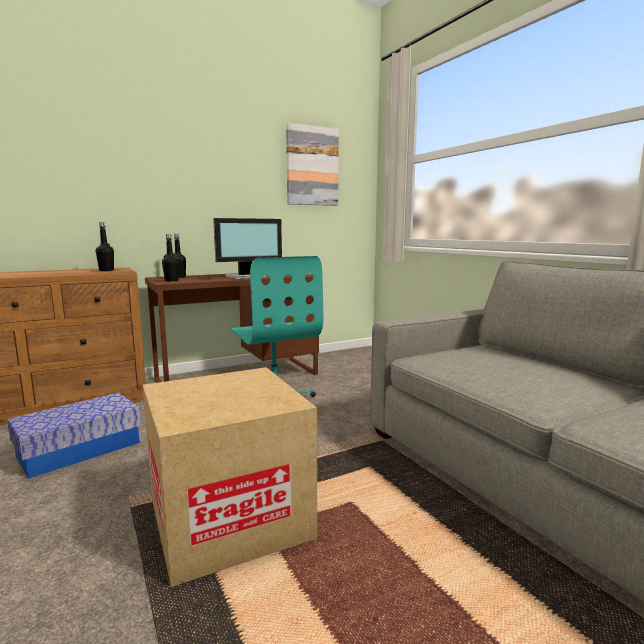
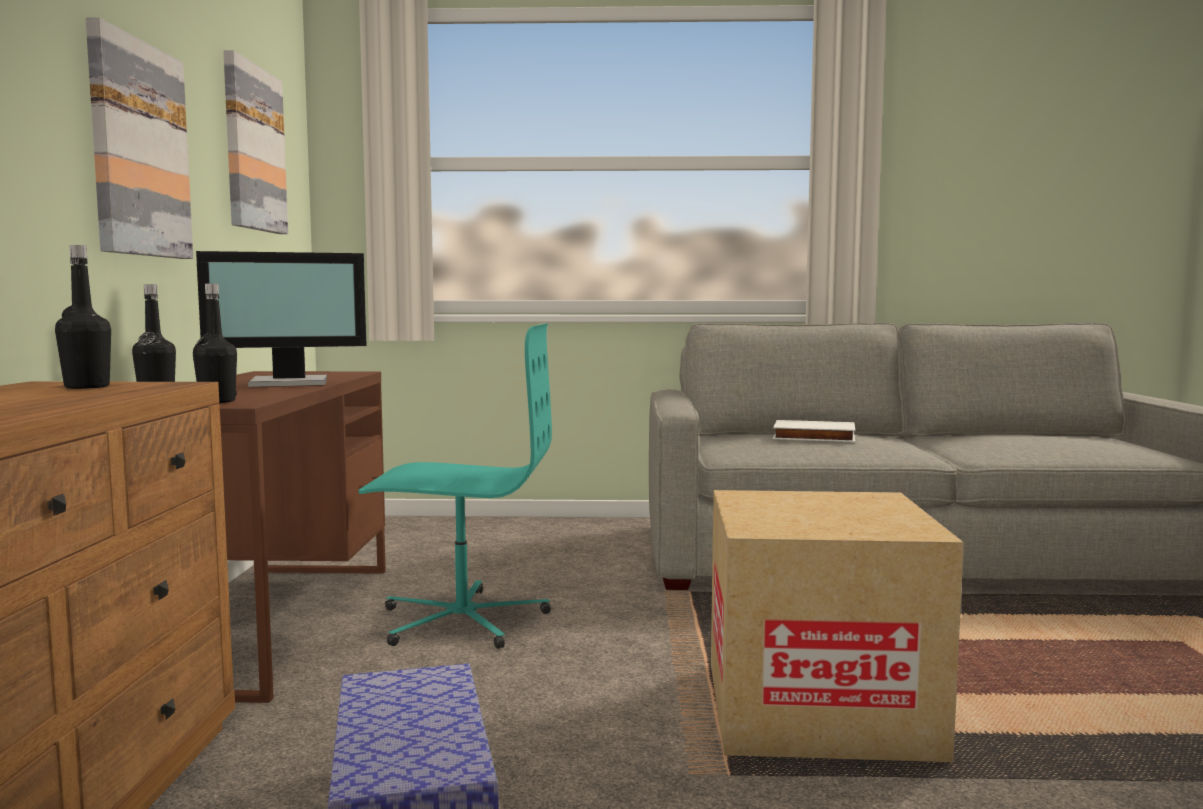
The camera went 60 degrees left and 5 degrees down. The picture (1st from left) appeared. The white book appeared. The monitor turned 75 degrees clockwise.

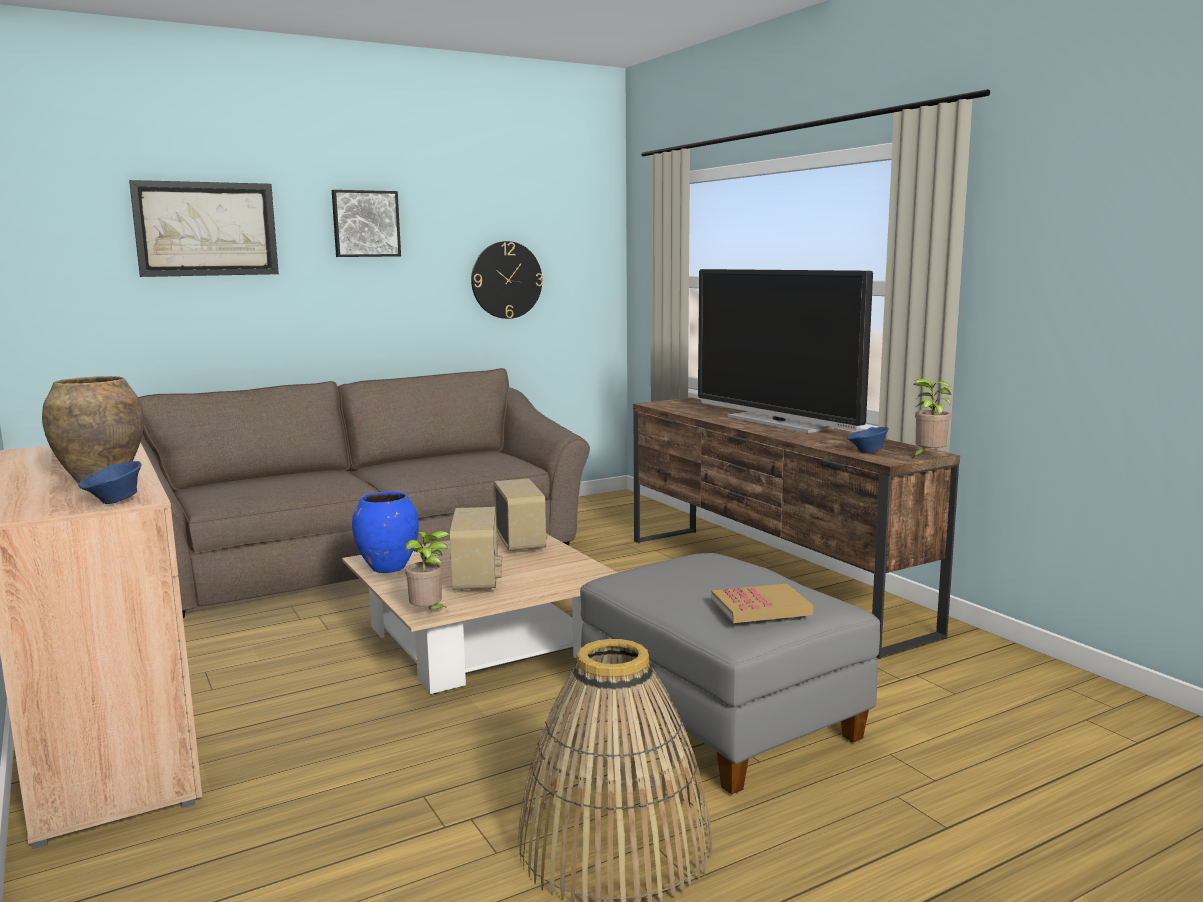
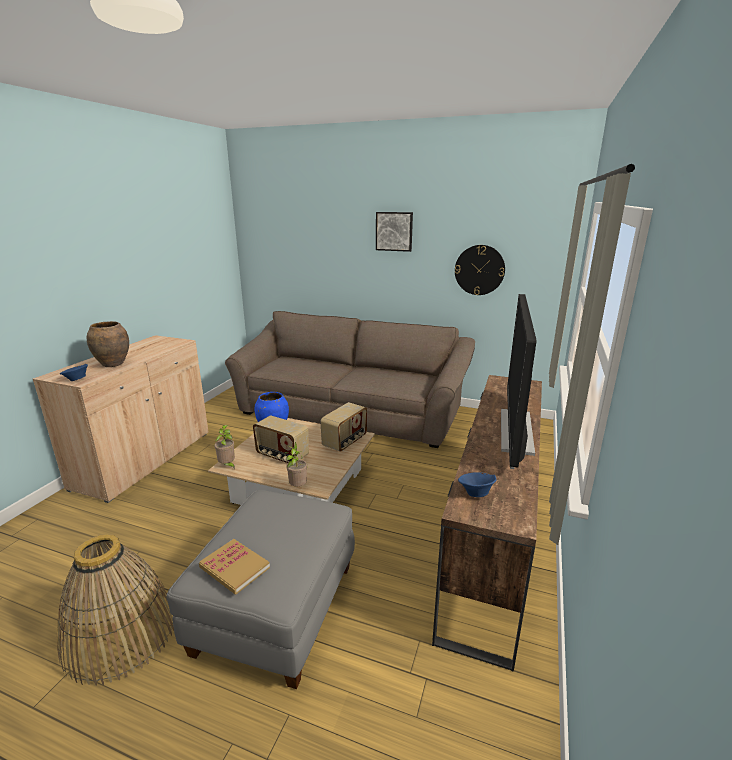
The camera went 50 degrees right and 10 degrees up. The picture (1st from left) disappeared. The potted plant (2nd from left) moved. The radio (1st from left) turned 75 degrees clockwise.

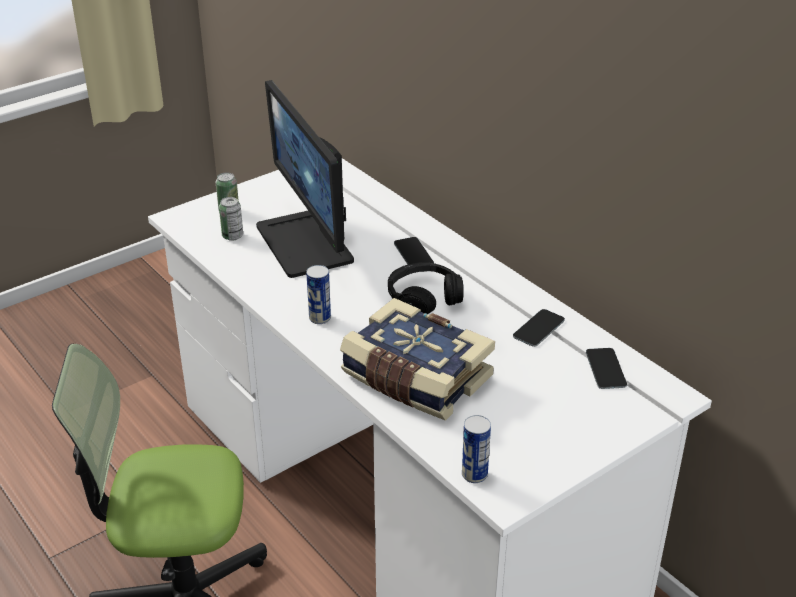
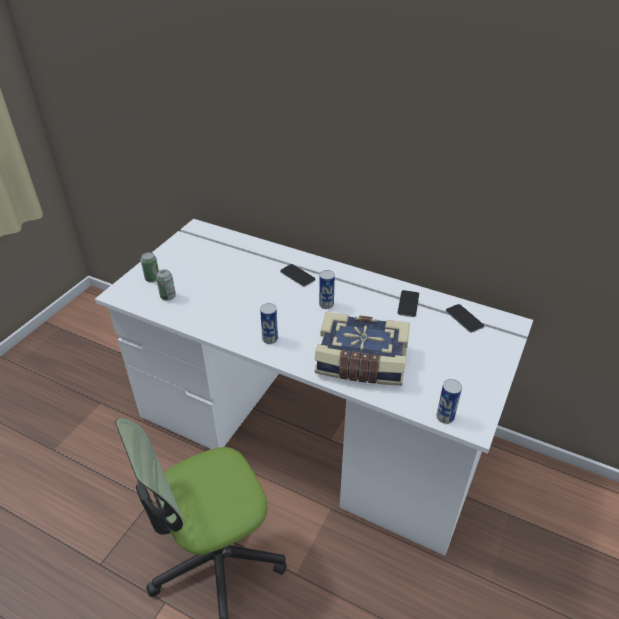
The camera went 25 degrees left and 5 degrees up. The monitor disappeared. The black headphones was replaced by the can (4th from left).

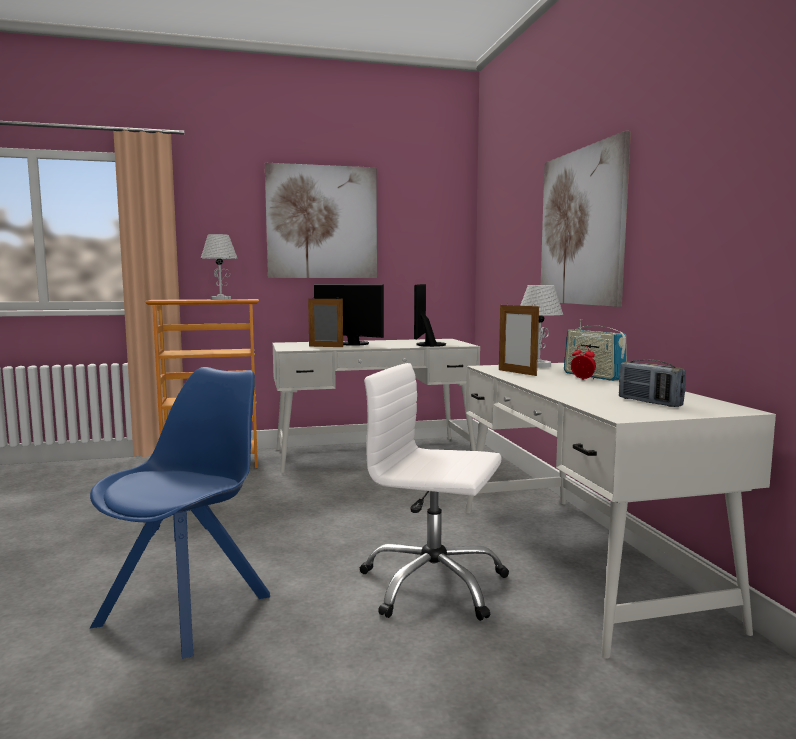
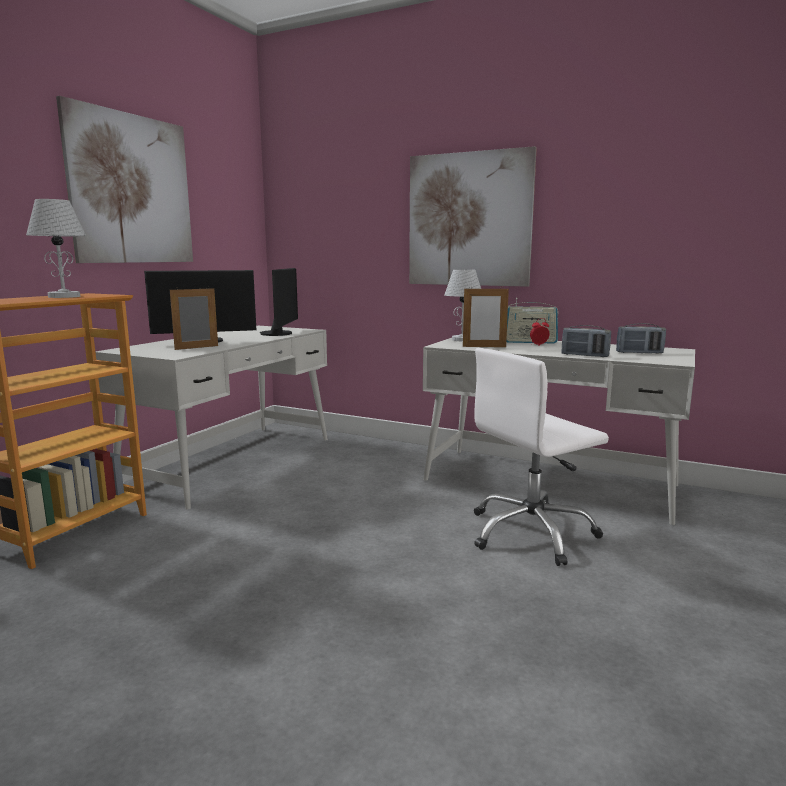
The camera went 50 degrees left and 5 degrees up. The blue chair disappeared. The radio (2nd from left) appeared. The monitor (2nd from left) turned 135 degrees counterclockwise.

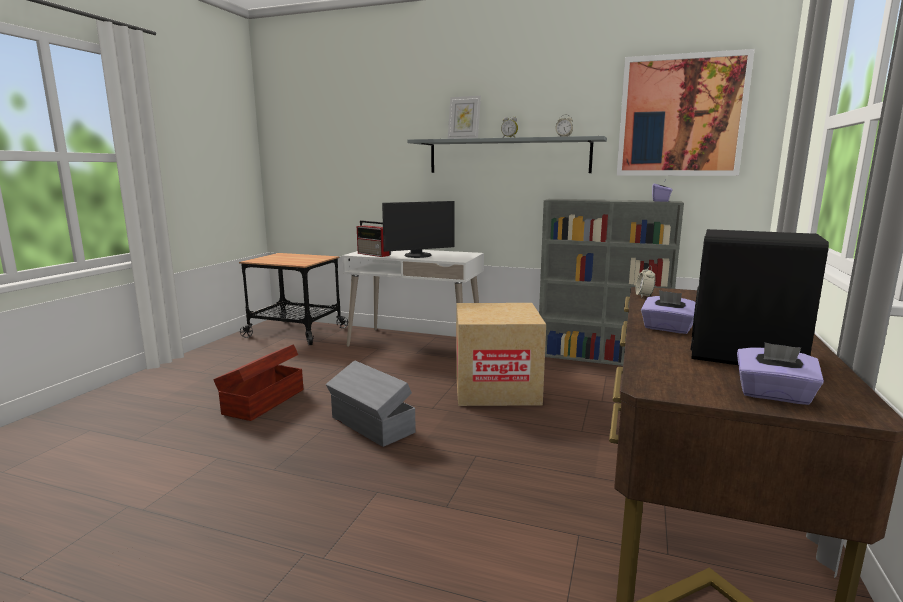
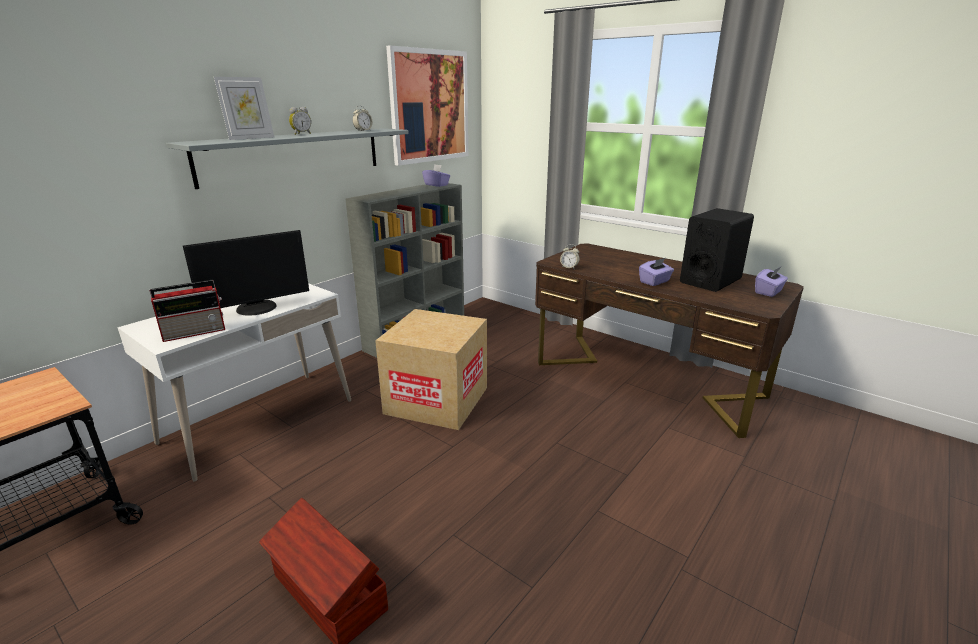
The camera went 70 degrees left and 10 degrees up. The grey storage box disappeared. The monitor turned 60 degrees clockwise.

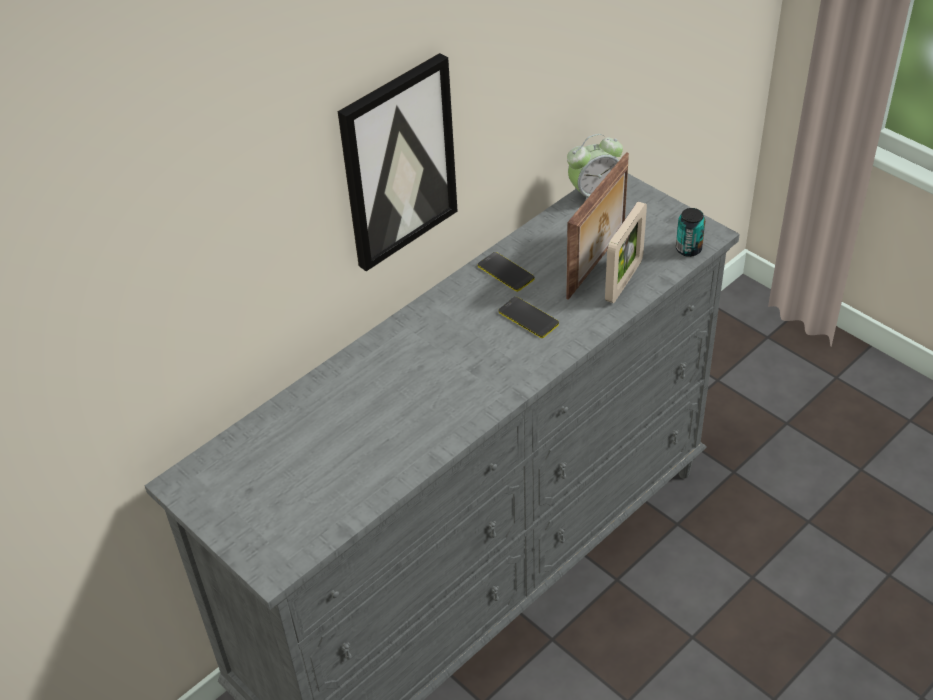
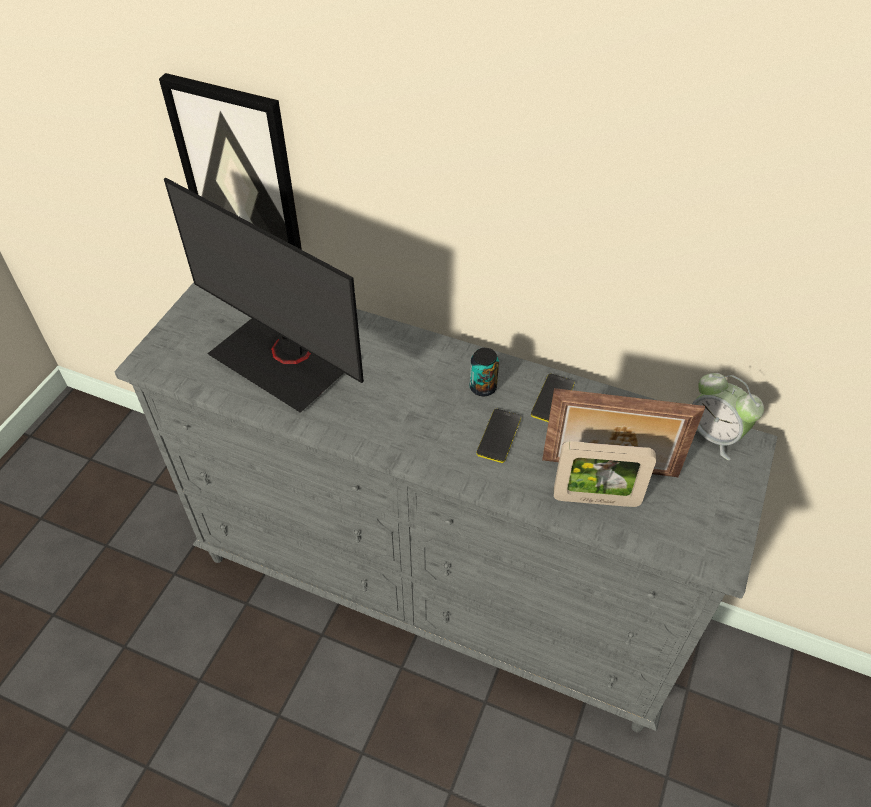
The camera went 65 degrees right and 5 degrees up. The monitor appeared. The picture moved. The can moved.

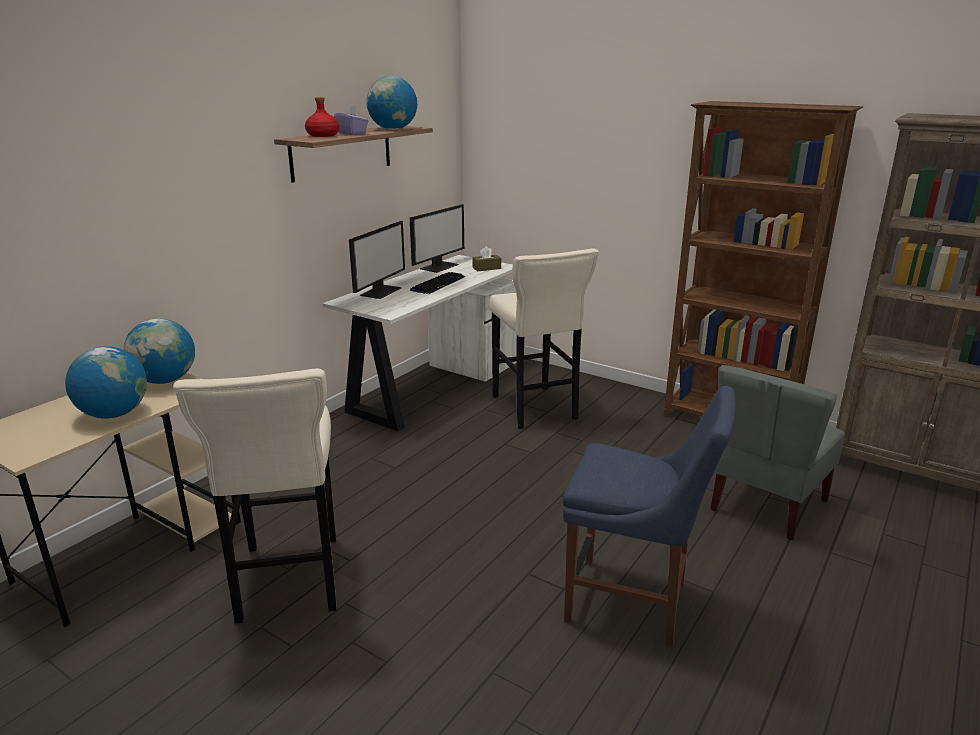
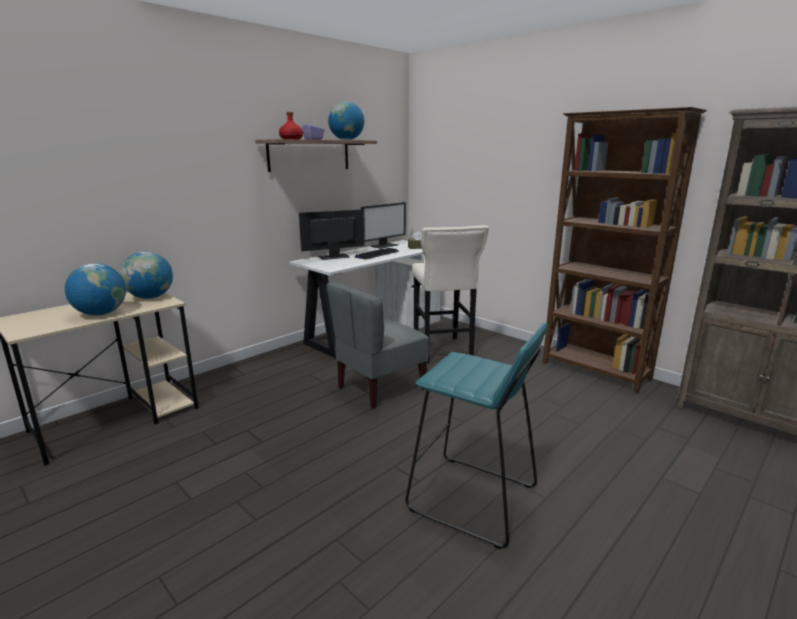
The camera went 10 degrees right and 5 degrees down. The beige stool (1st from left) disappeared. The grey chair moved. The blue chair was replaced by the turquoise stool. The monitor (1st from left) turned 150 degrees counterclockwise.

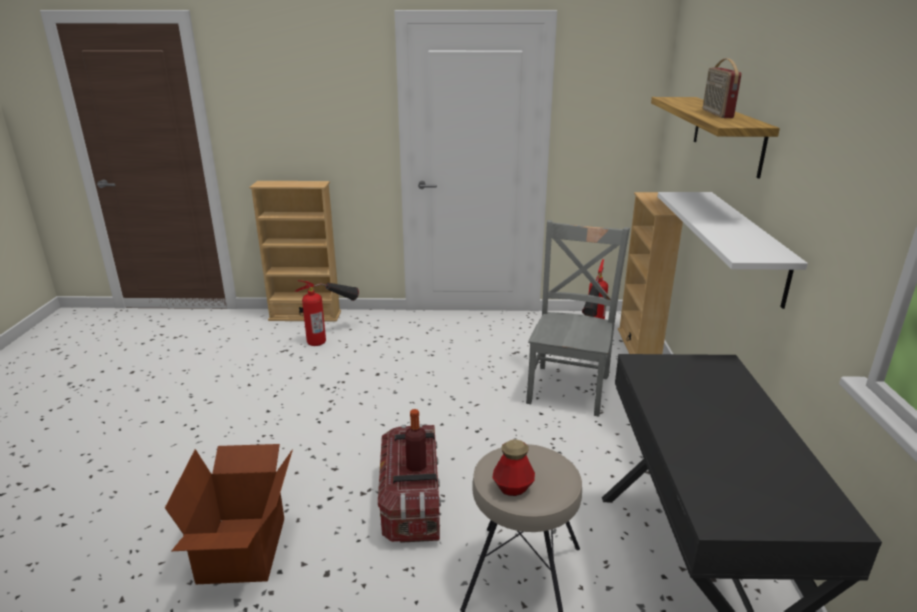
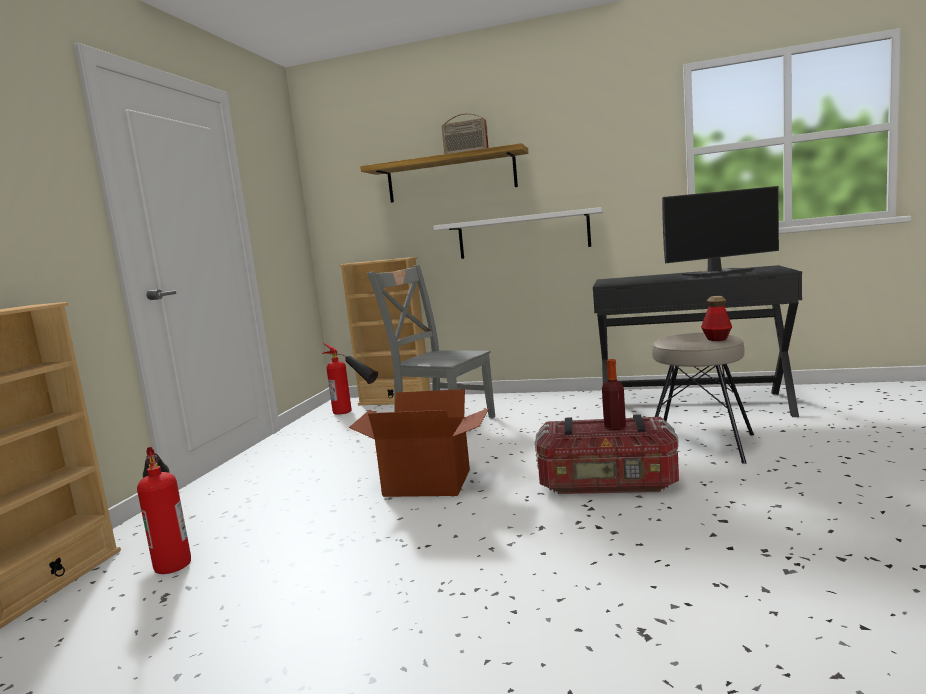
The camera went 75 degrees left and 15 degrees down. The monitor appeared. The cardboard box moved.

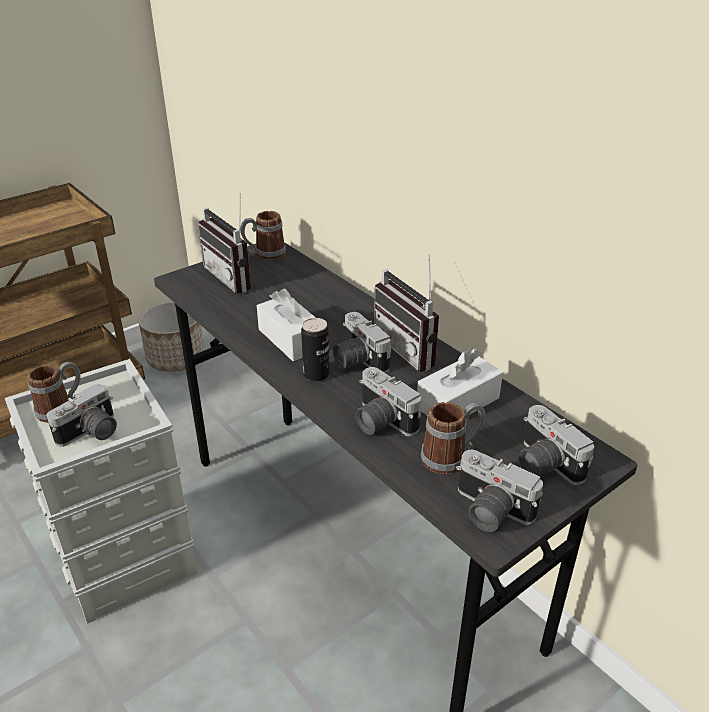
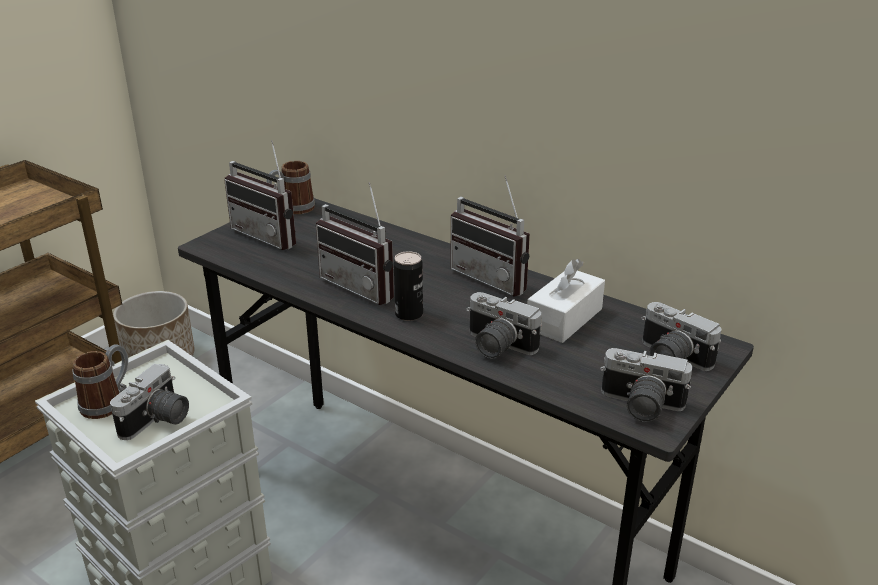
The camera went 15 degrees left and 5 degrees down. The photo camera (2nd from left) disappeared. The mug (3rd from left) disappeared. The white tissue box (1st from left) was replaced by the radio (2nd from left).

